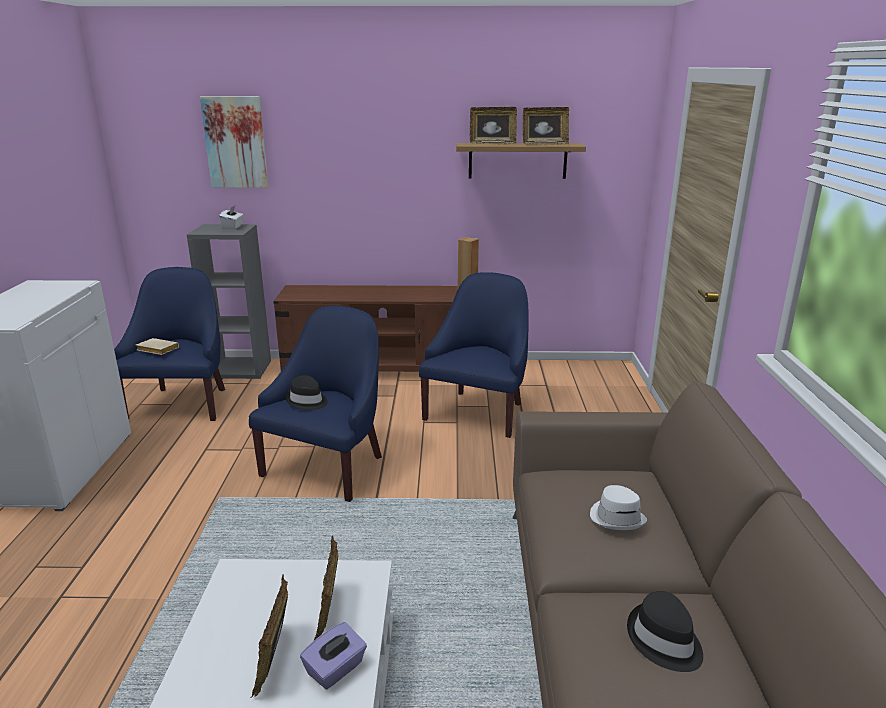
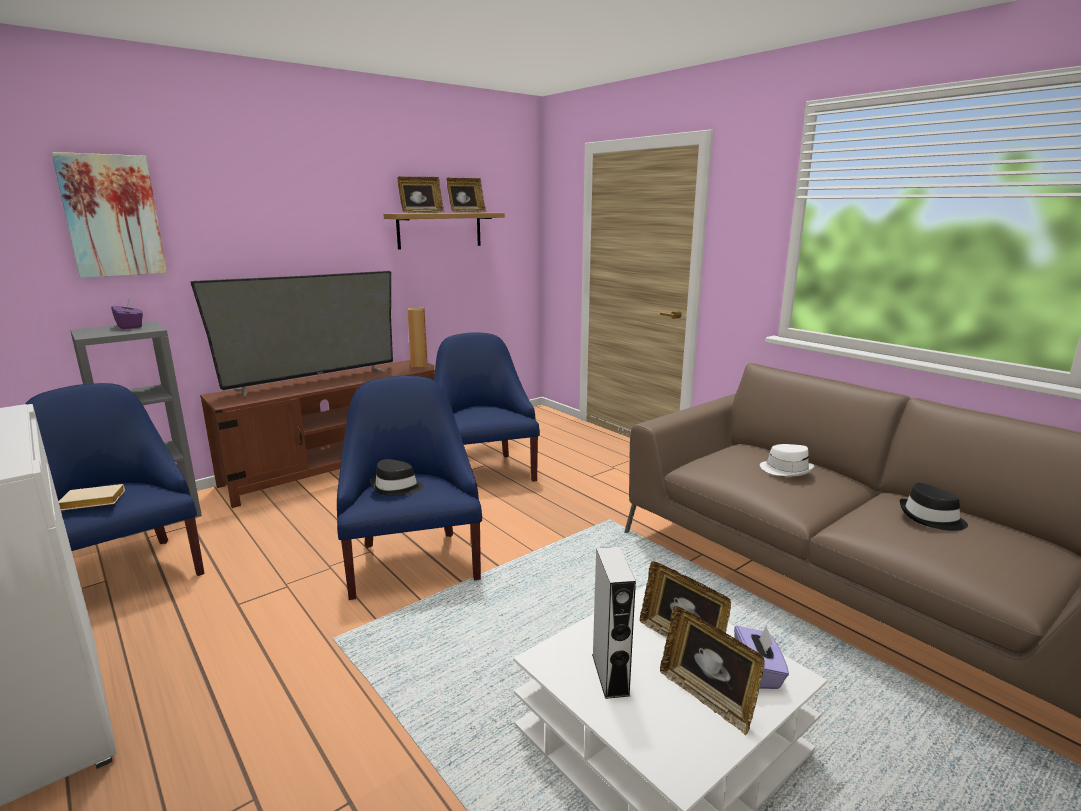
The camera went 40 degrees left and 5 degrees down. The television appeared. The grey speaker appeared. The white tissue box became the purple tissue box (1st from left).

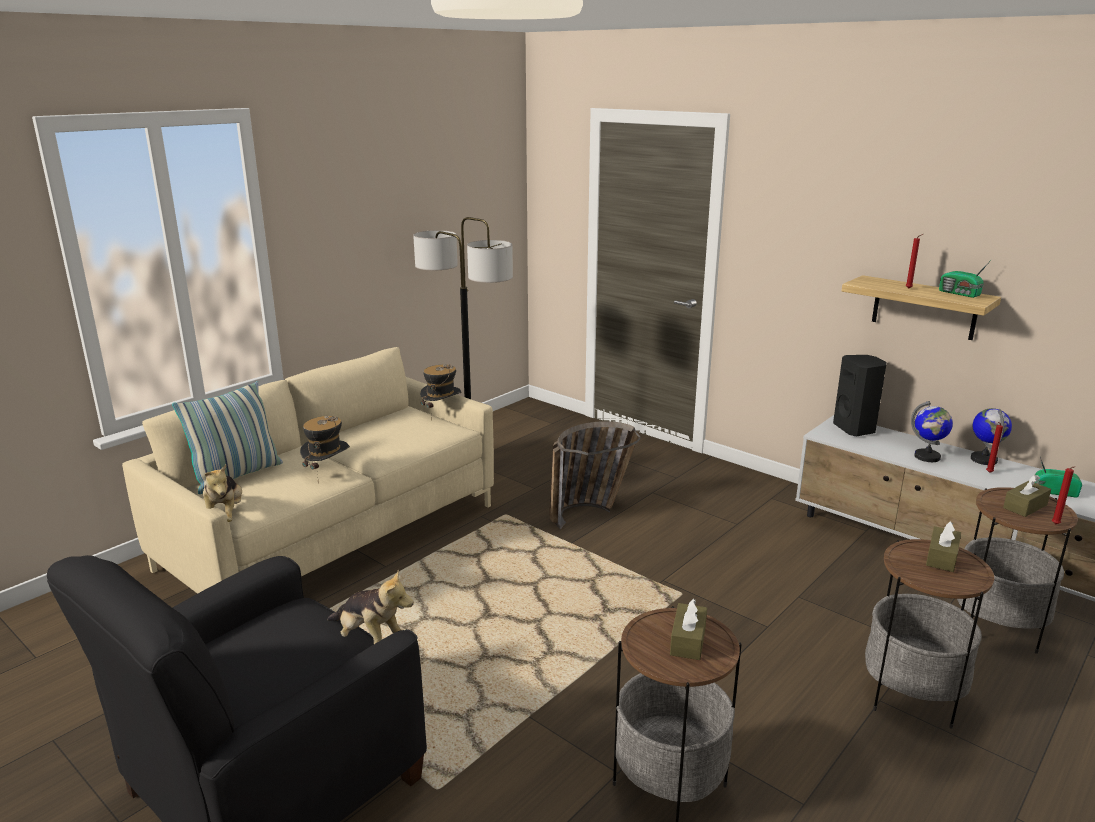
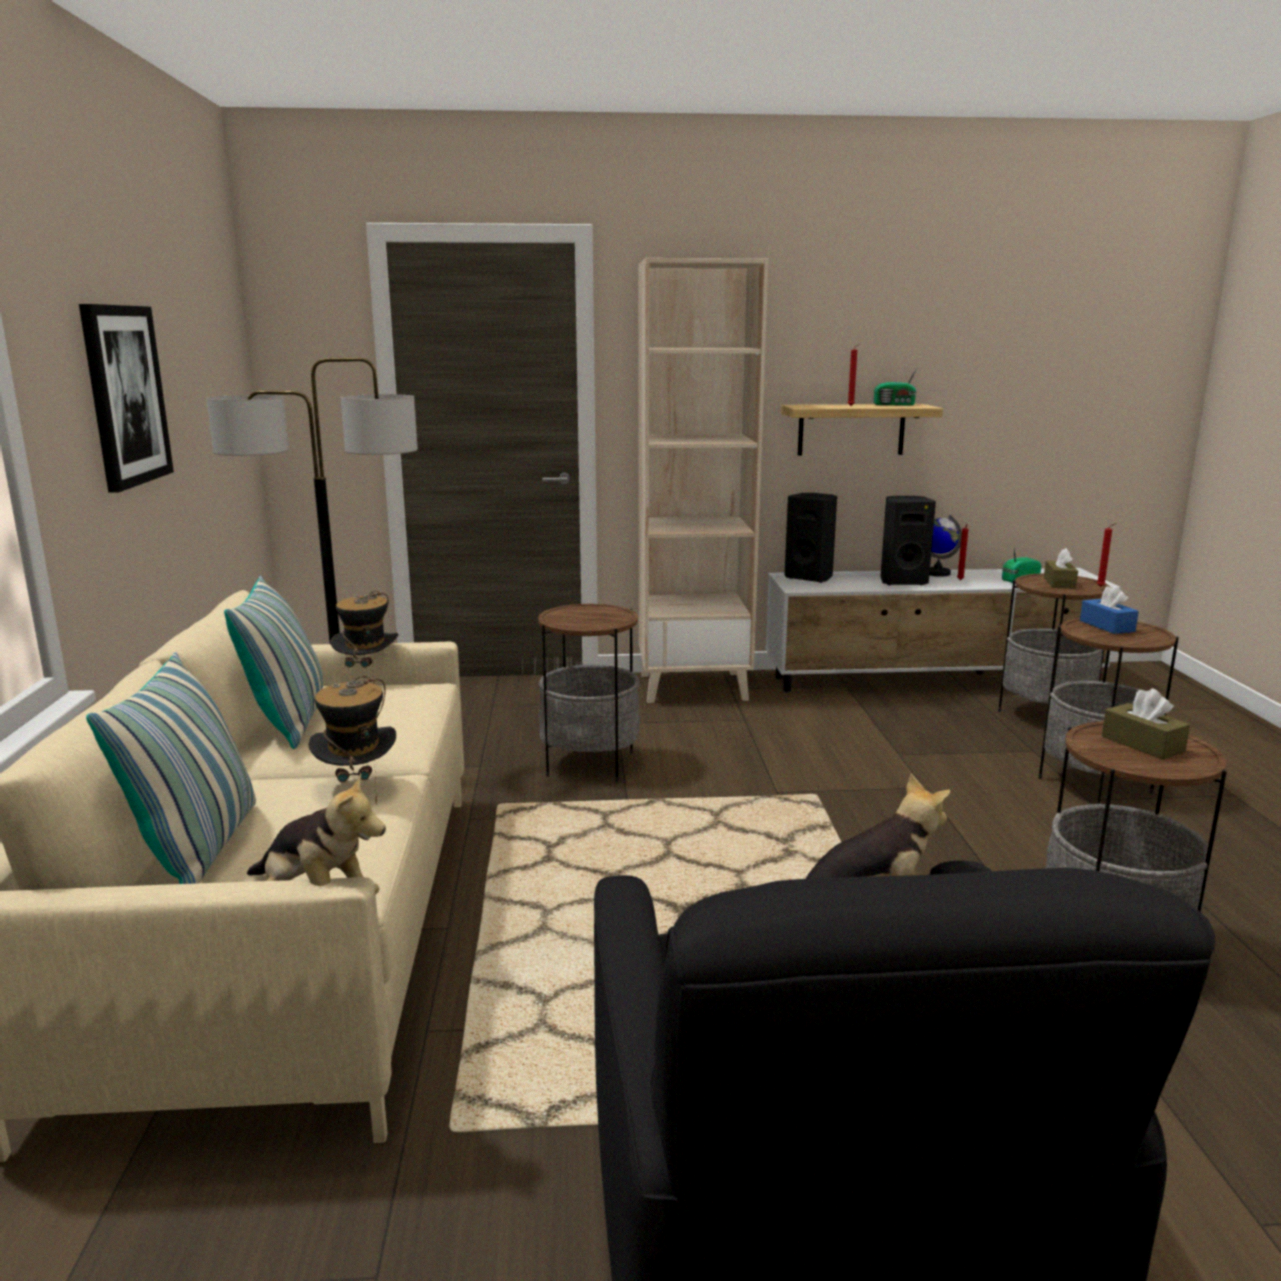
The camera went 45 degrees left and 5 degrees down. The picture appeared. The pillow (2nd from left) appeared. The beige bookcase appeared. The basket was replaced by the side table (1st from left). The globe (1st from left) was replaced by the black speaker (2nd from left). The brown tissue box (2nd from left) became the blue tissue box.

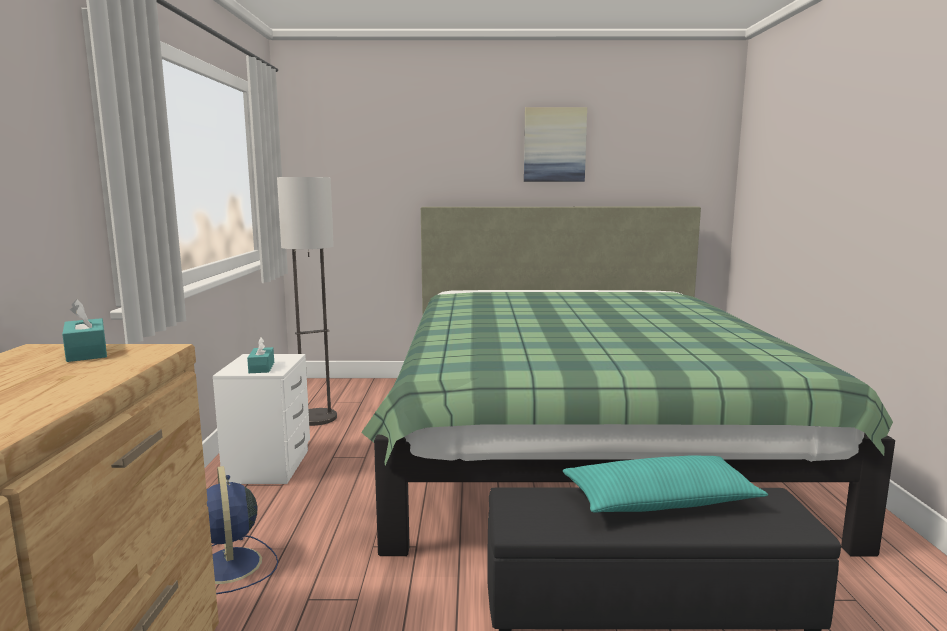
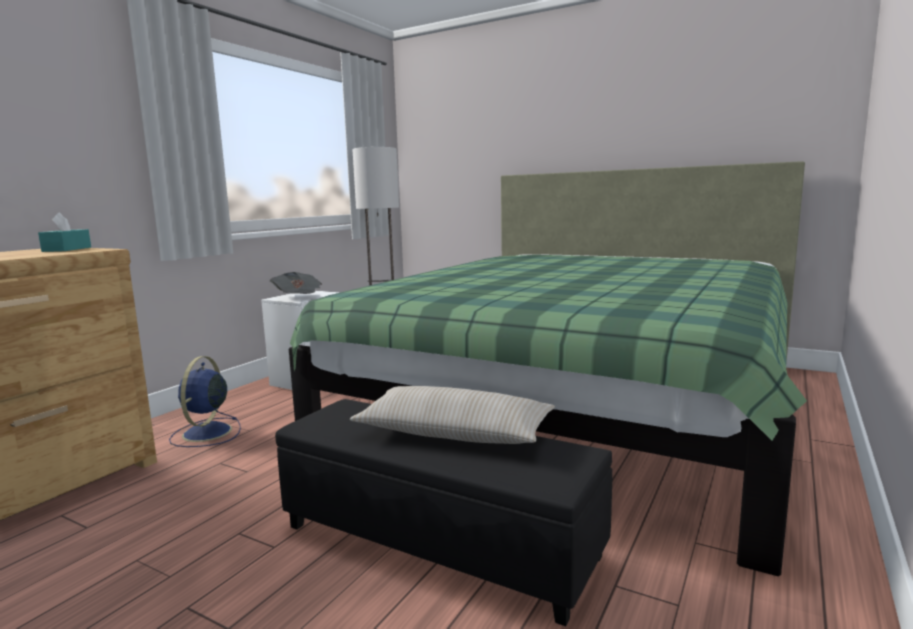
The camera went 30 degrees right and 0 degrees up. The picture disappeared. The turquoise tissue box (2nd from left) was replaced by the newspaper. The turquoise pillow became the beige pillow.

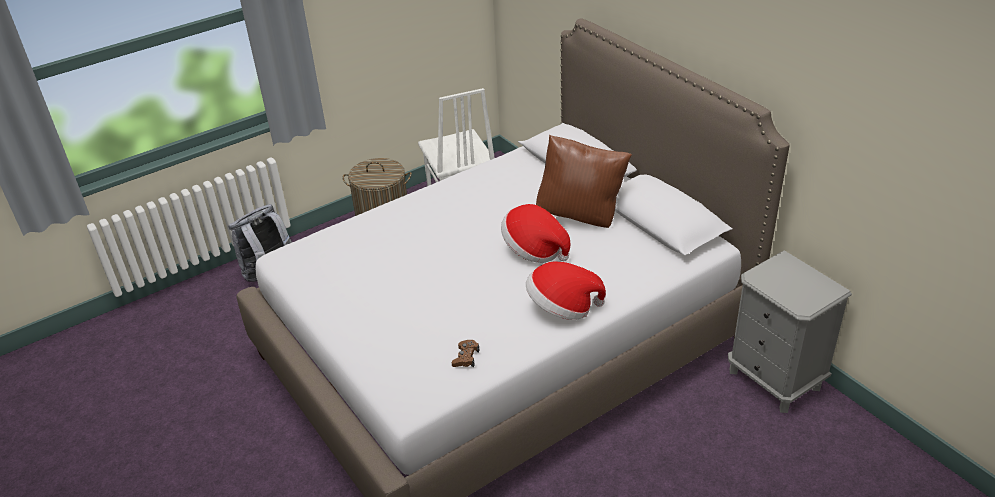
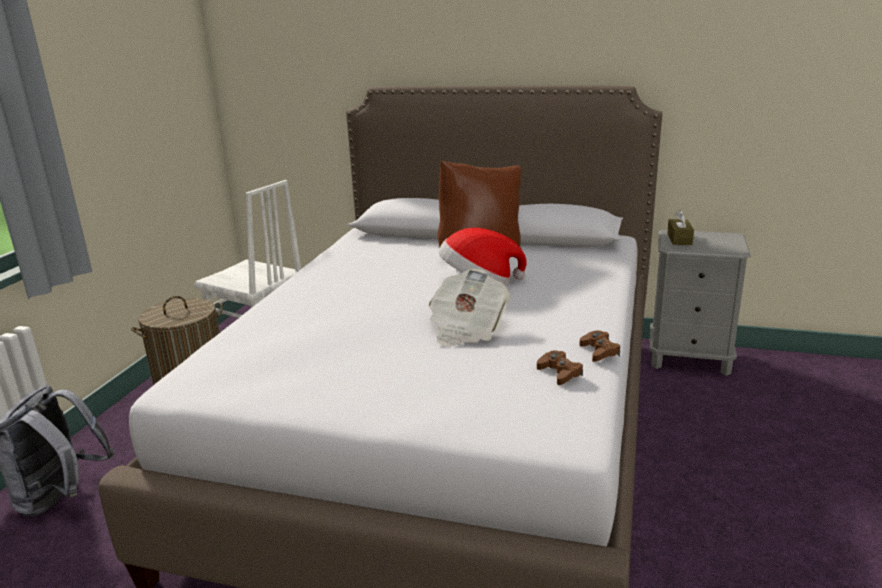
The camera went 40 degrees left and 15 degrees down. The hat (2nd from left) disappeared. The newspaper appeared. The brown game controller (2nd from left) appeared. The brown tissue box appeared.

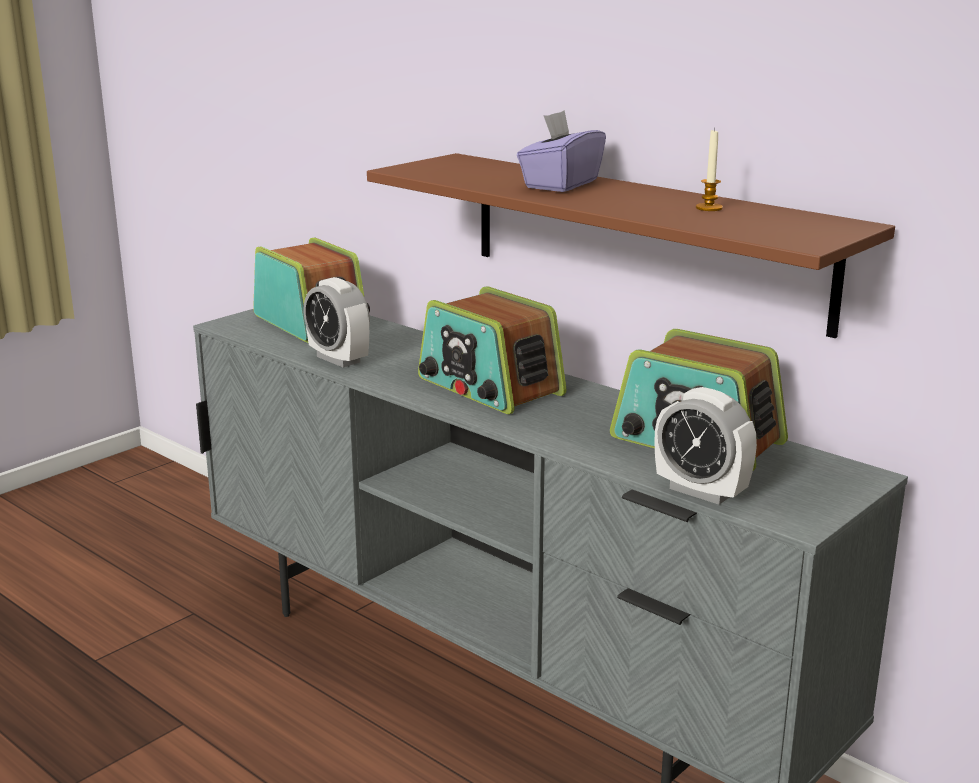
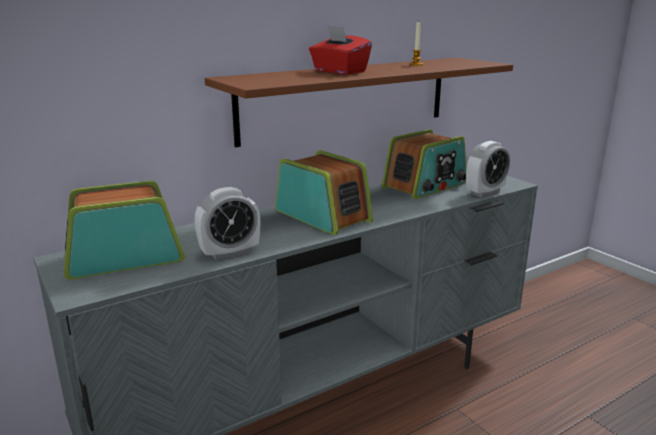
The camera went 75 degrees left and 0 degrees up. The purple tissue box became the red tissue box. The radio (2nd from left) turned 105 degrees counterclockwise.

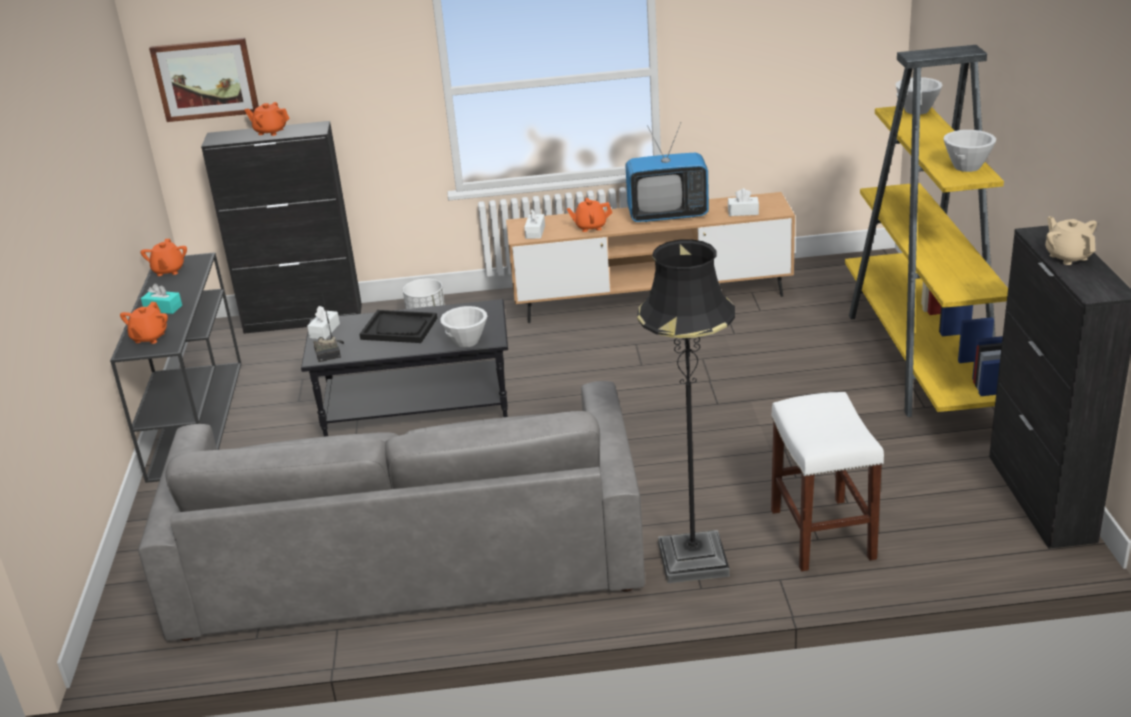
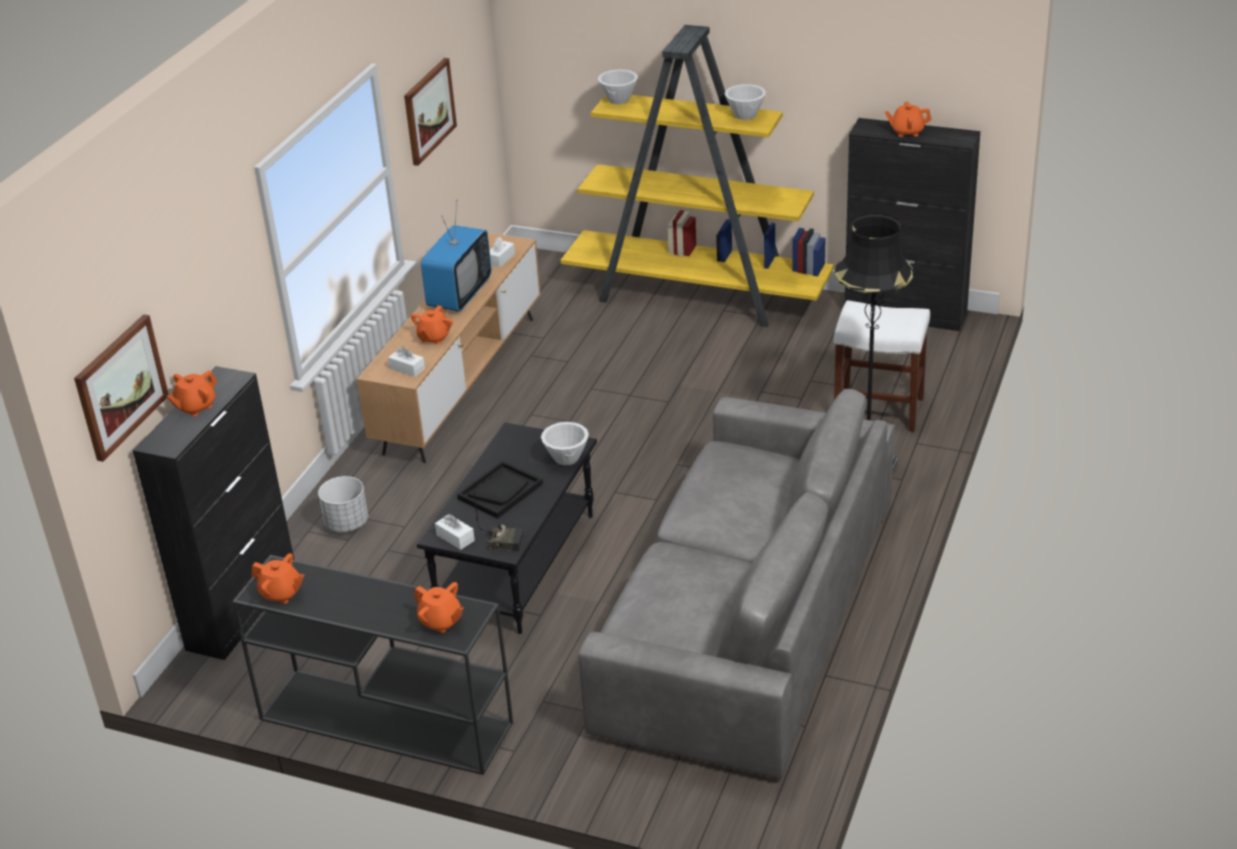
The camera went 65 degrees left and 5 degrees up. The turquoise tissue box disappeared. The picture (2nd from left) appeared. The beige teapot became the orange teapot (5th from left).

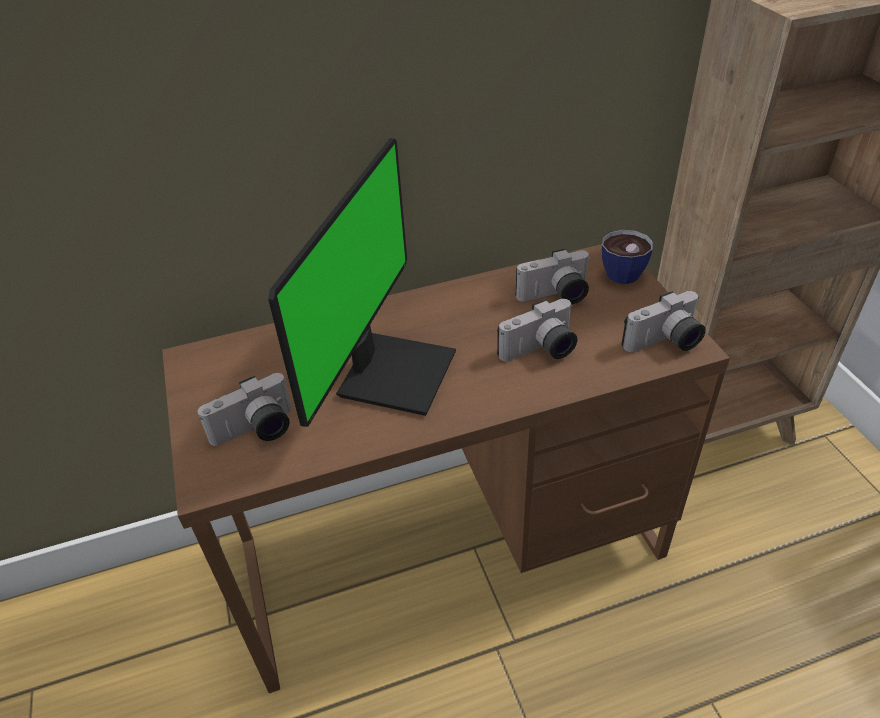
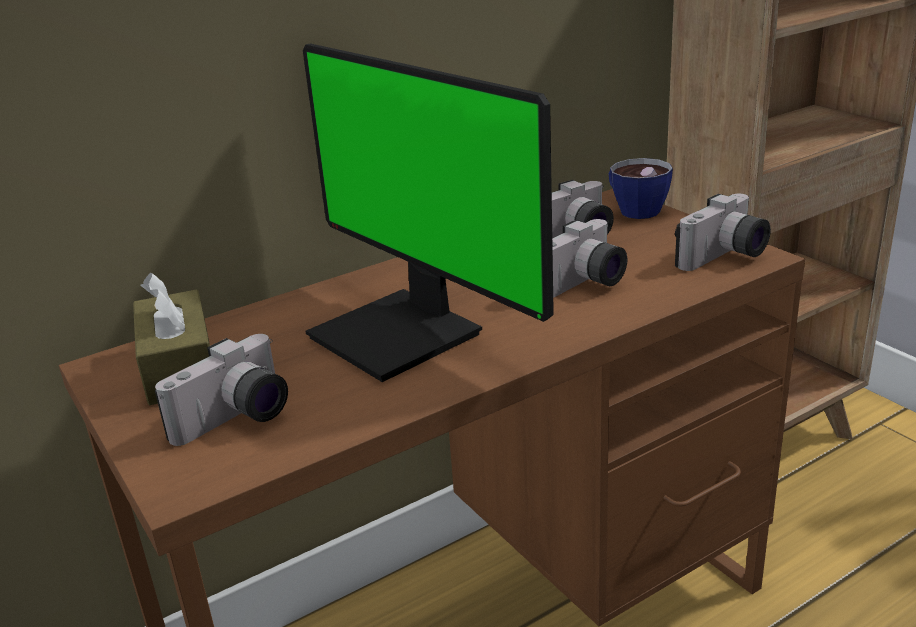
The camera went 15 degrees left and 15 degrees down. The brown tissue box appeared. The monitor turned 135 degrees clockwise.

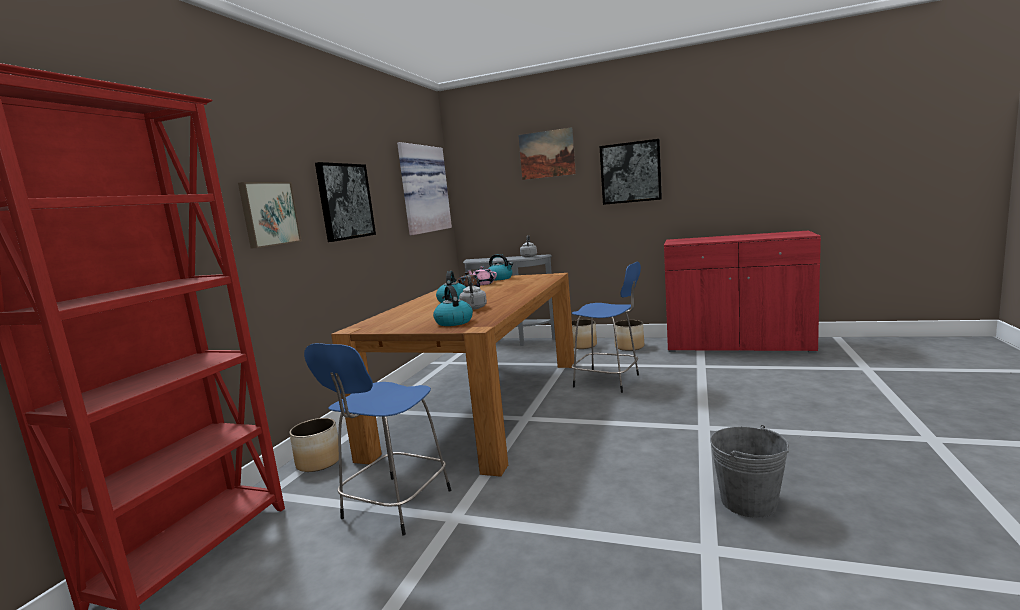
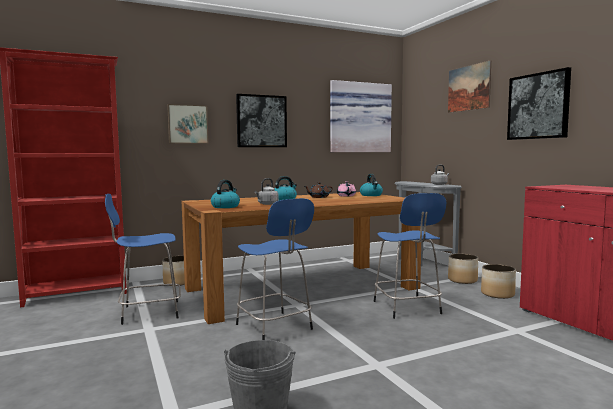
The camera went 45 degrees right and 5 degrees down. The blue stool (2nd from left) appeared.

